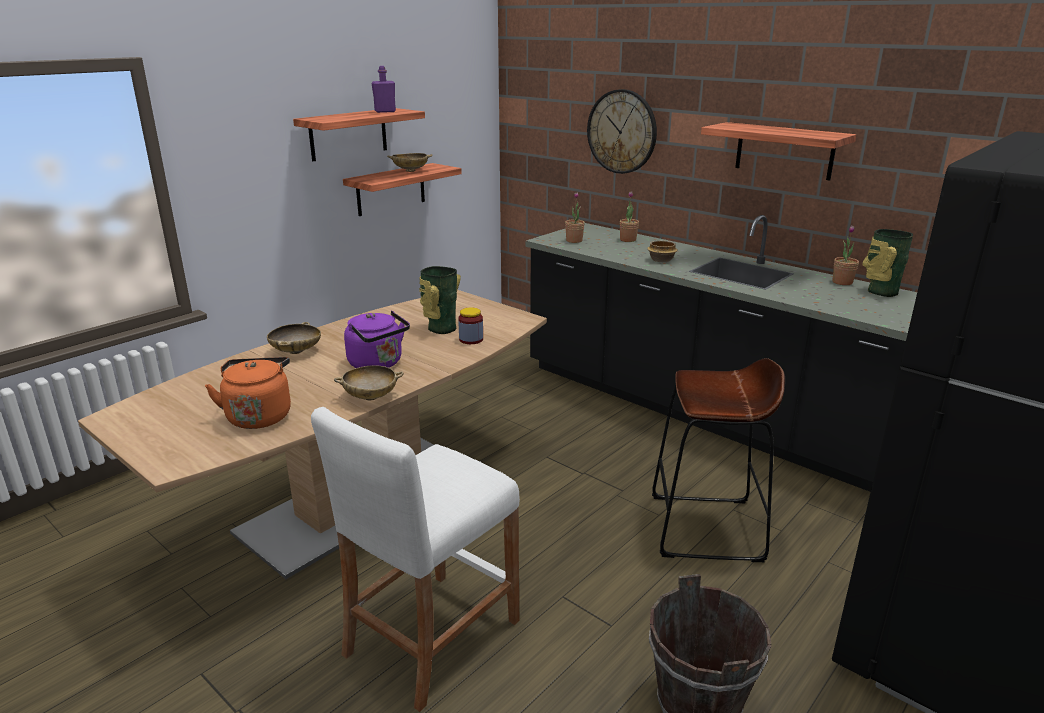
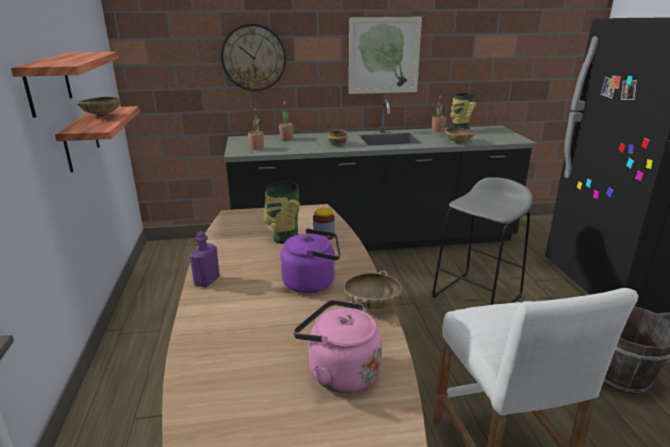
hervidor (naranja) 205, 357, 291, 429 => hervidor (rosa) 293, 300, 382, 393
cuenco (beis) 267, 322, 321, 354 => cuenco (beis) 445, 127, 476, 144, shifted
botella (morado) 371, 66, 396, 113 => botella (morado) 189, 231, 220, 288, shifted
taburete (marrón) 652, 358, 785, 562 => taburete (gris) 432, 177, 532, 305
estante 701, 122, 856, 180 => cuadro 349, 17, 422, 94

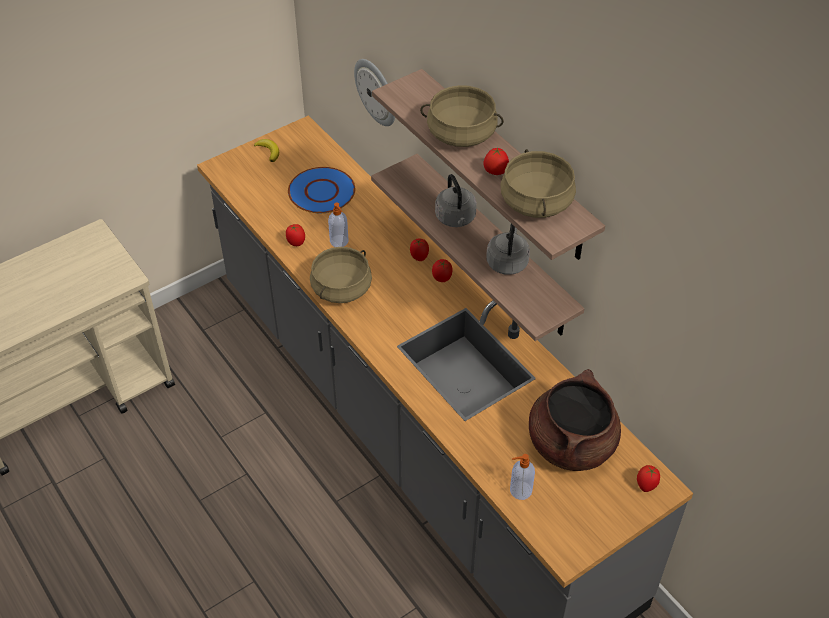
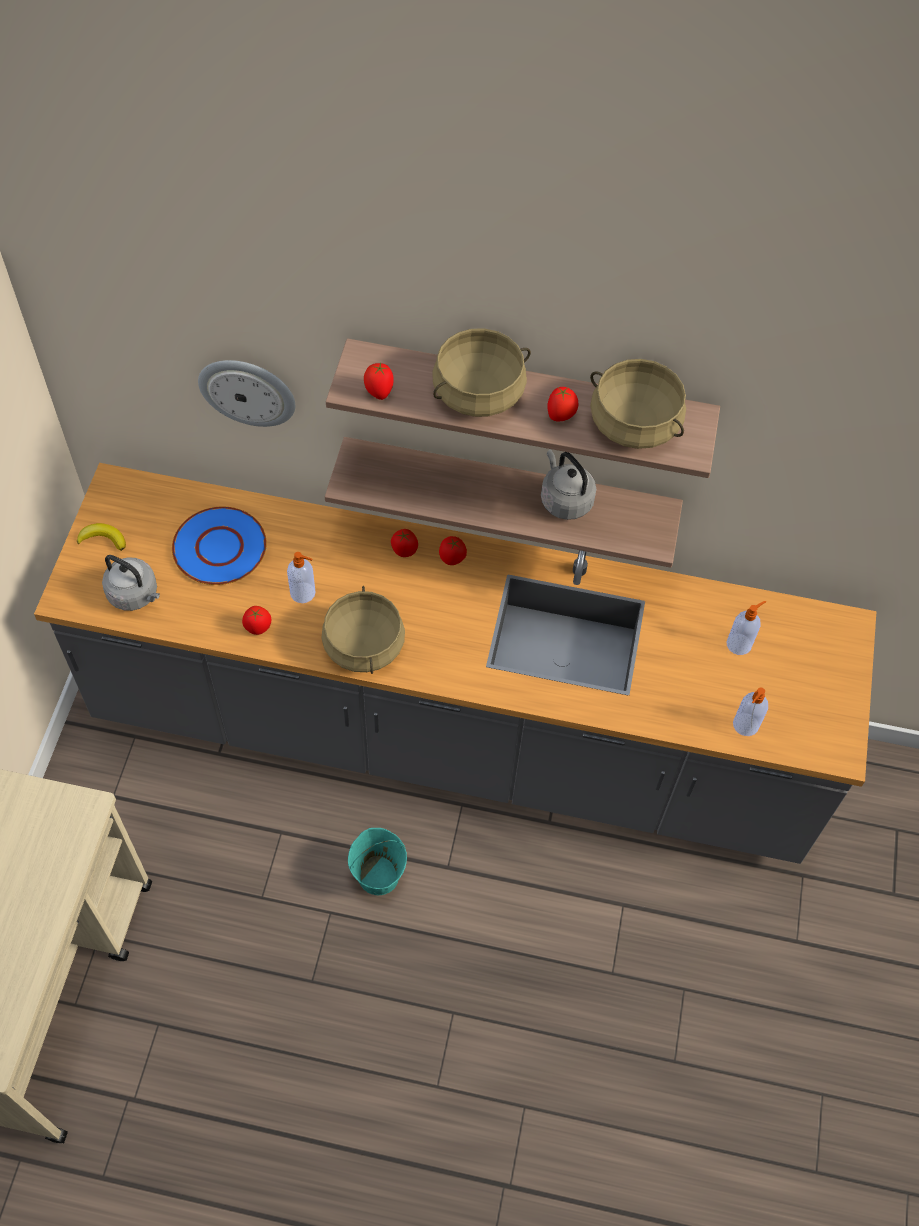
hervidor (gris) 435, 174, 477, 227 => hervidor (gris) 102, 555, 160, 611, shifted
olla (marrón) 529, 369, 621, 471 => dispensador de jabón 726, 601, 766, 655
tomate 637, 465, 660, 492 => tomate 364, 362, 394, 400, shifted
nothing => cubo (turquesa) 348, 828, 407, 895

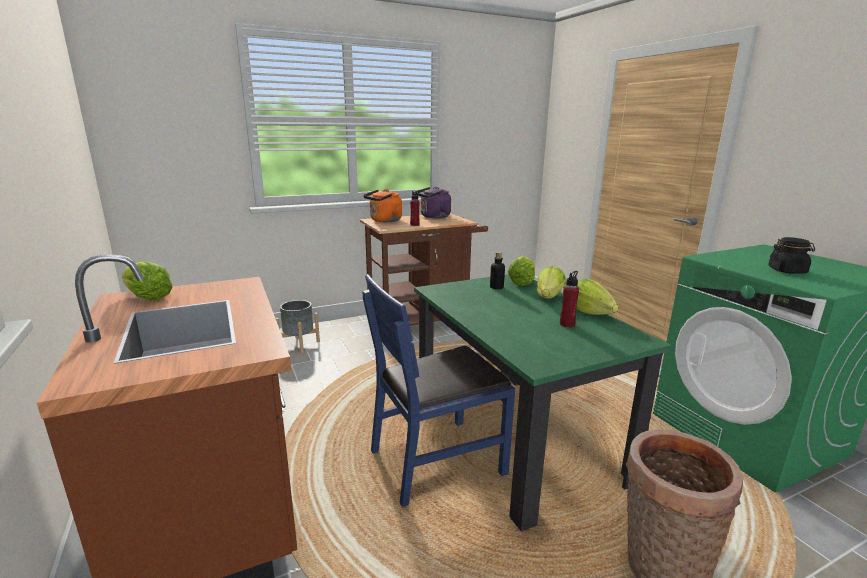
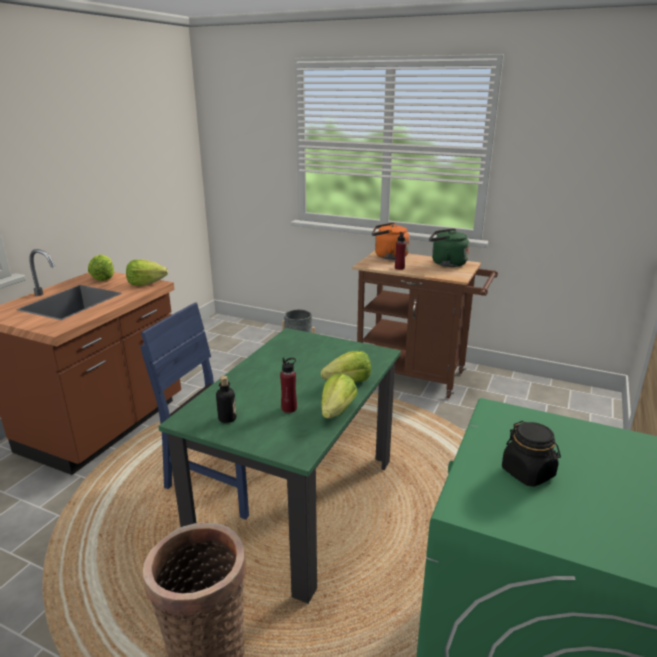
hervidor (morado) 415, 187, 451, 218 => hervidor (verde) 429, 229, 469, 267
botella 490, 252, 505, 289 => botella 216, 376, 237, 423, shifted
lechuga 508, 256, 535, 286 => lechuga 126, 259, 168, 286, shifted

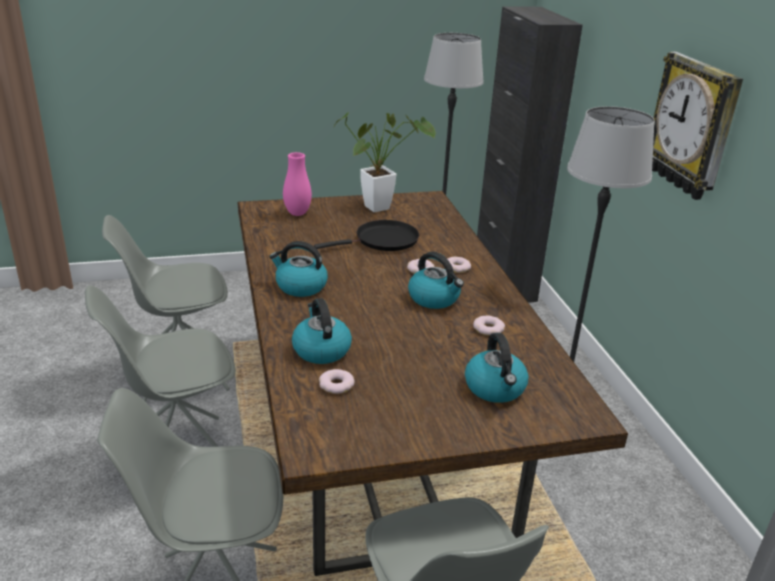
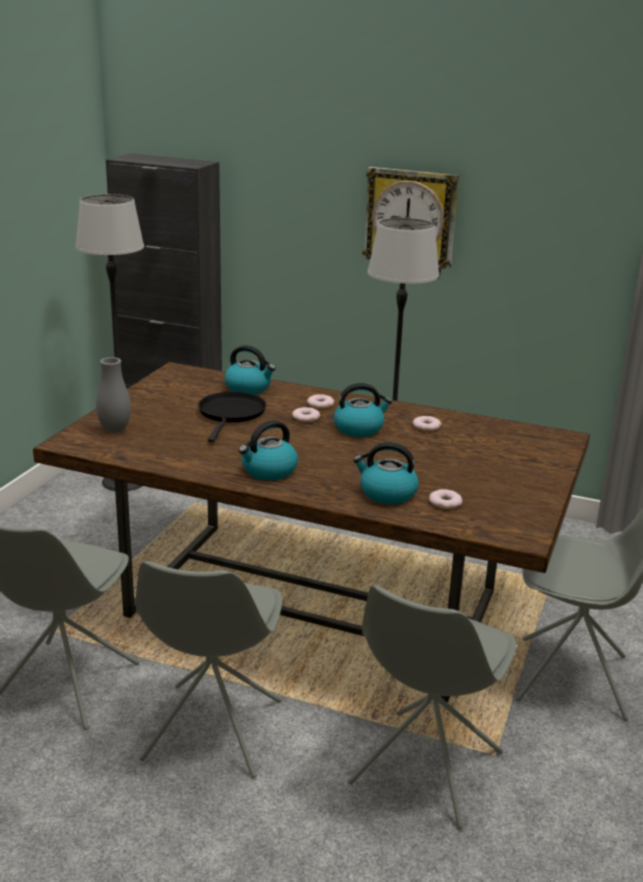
florero (rosa) 283, 152, 312, 216 => florero (gris) 96, 357, 131, 433
planta en maceta 333, 112, 435, 212 => nothing
hervidor 465, 333, 529, 403 => hervidor 224, 345, 276, 394, shifted

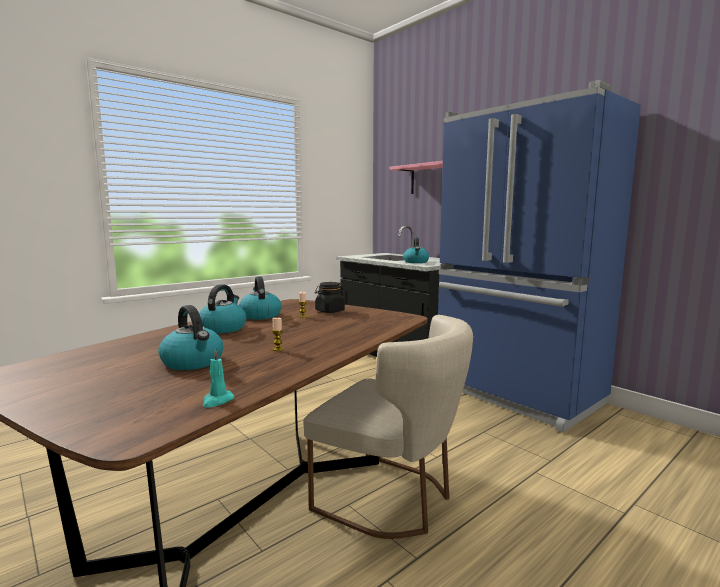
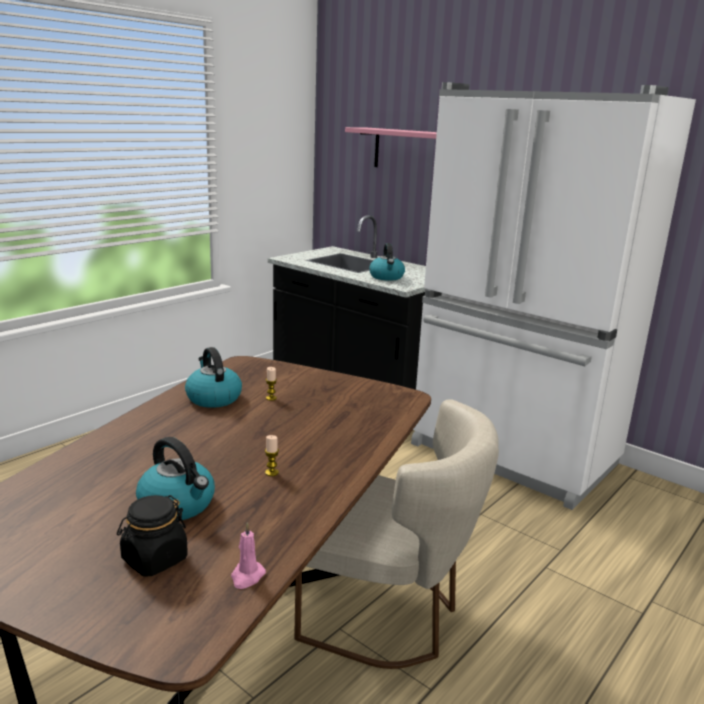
hervidor 199, 284, 247, 334 => nothing
vela (turquesa) 203, 348, 234, 408 => vela (rosa) 231, 523, 266, 589
tarro (negro) 315, 282, 345, 313 => tarro (negro) 117, 495, 188, 576, shifted
nevera (azul) 438, 80, 641, 433 => nevera (blanco) 411, 82, 696, 510

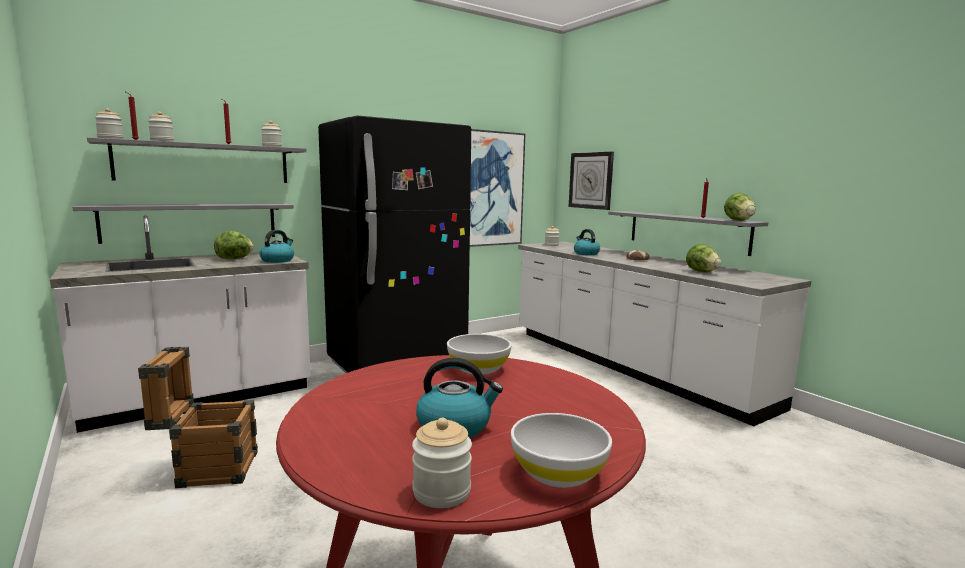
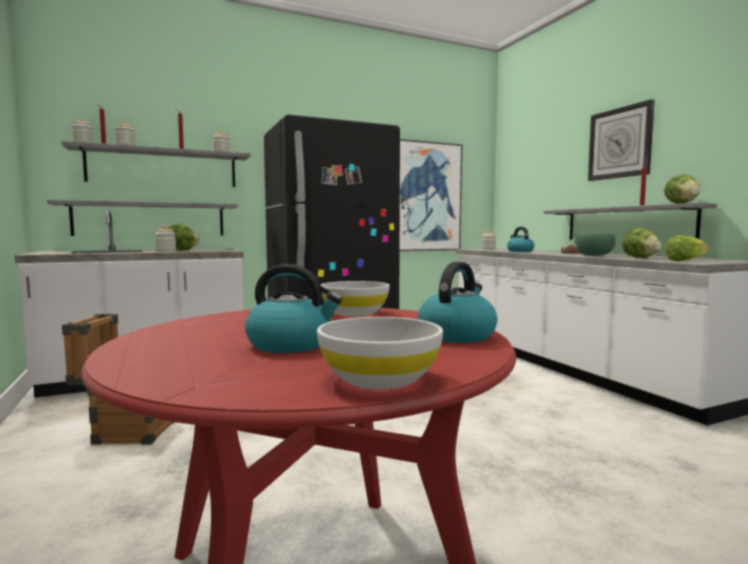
hervidor 259, 230, 294, 263 => hervidor 418, 262, 497, 343, shifted
tarro 412, 418, 472, 508 => tarro 155, 225, 176, 252, shifted
reloj de pared 569, 152, 614, 210 => reloj de pared 588, 99, 655, 181, shifted
nothing => cuenco (verde) 576, 233, 616, 256
nothing => lechuga 665, 235, 709, 261

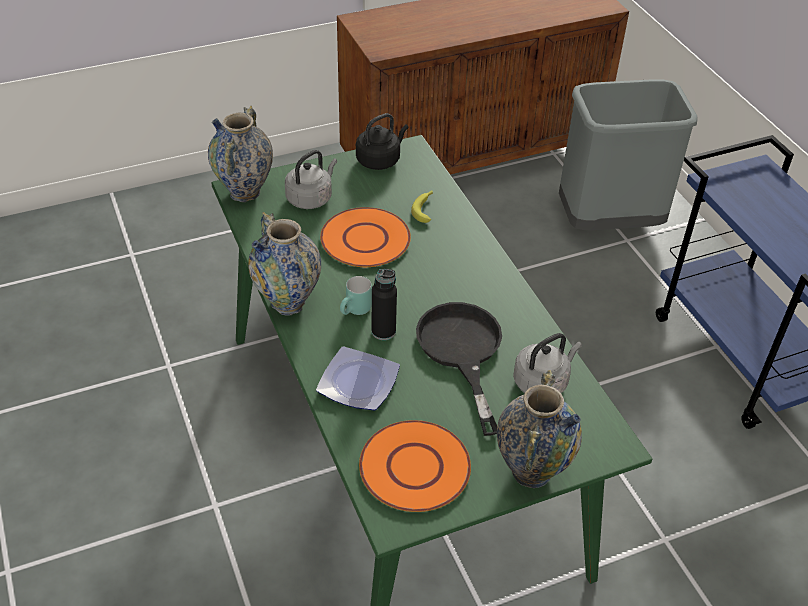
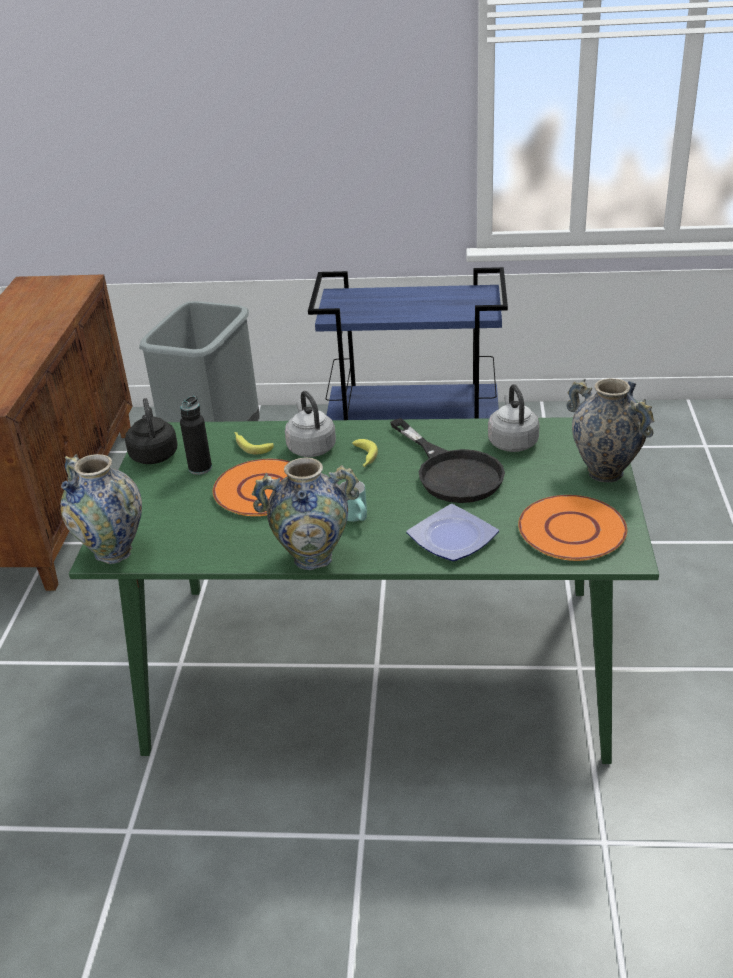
hervidor (gris) 285, 150, 337, 209 => hervidor (gris) 285, 391, 336, 457, shifted
botella (negro) 372, 269, 397, 340 => botella (negro) 180, 396, 212, 475, shifted
sartén (negro) 416, 302, 502, 436 => sartén (negro) 390, 418, 505, 503, 135 degrees counterclockwise
nothing => plátano 352, 439, 378, 467

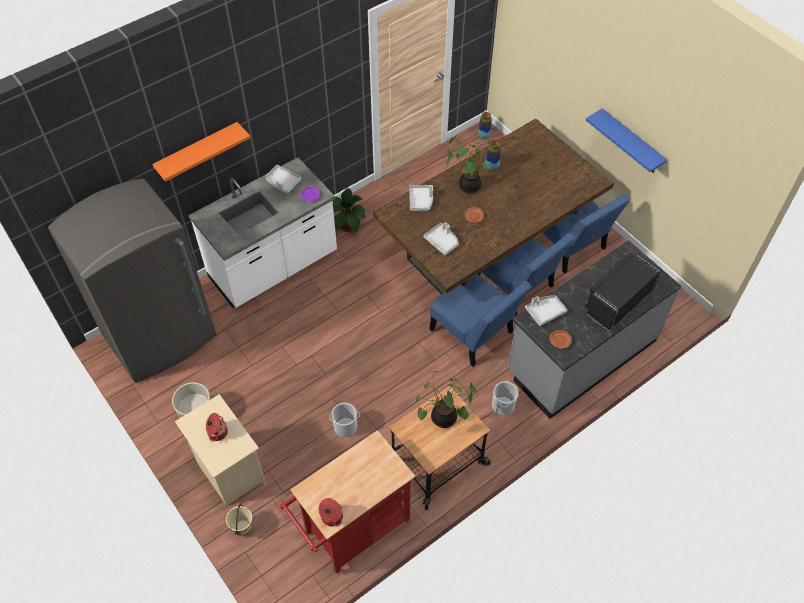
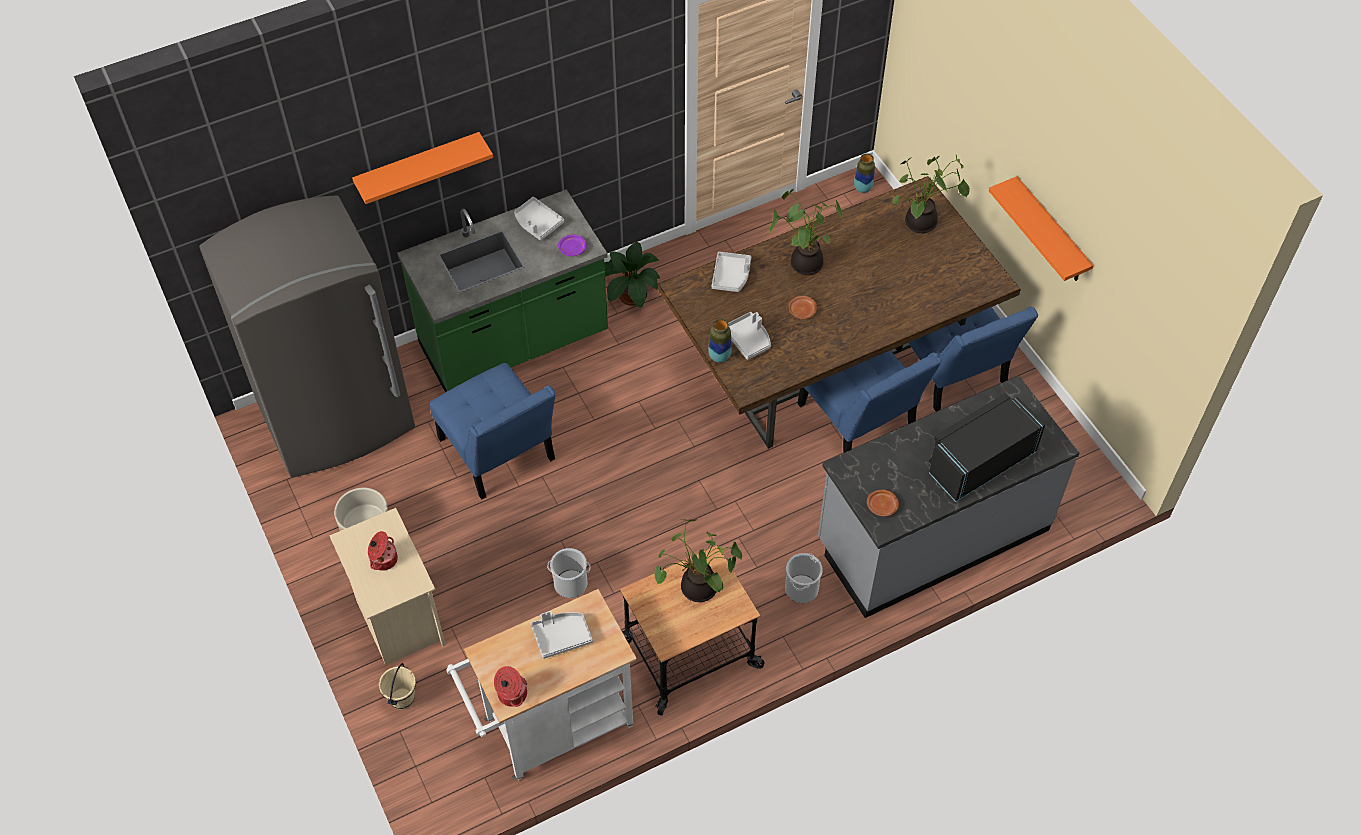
mueble bajo de cocina (blanco) 188, 158, 337, 308 => mueble bajo de cocina (verde) 397, 189, 608, 392
carrito (rojo) 280, 430, 415, 573 => carrito (blanco) 446, 589, 637, 780
silla (azul) 429, 274, 532, 367 => silla (azul) 430, 363, 556, 500, shifted
florero 485, 140, 501, 170 => florero 708, 319, 732, 363, shifted
bandeja (gris) 525, 295, 568, 326 => bandeja (gris) 531, 611, 593, 659, shifted
estante (azul) 586, 108, 667, 172 => estante (naranja) 989, 176, 1094, 281
nothing => planta en maceta 892, 155, 970, 233

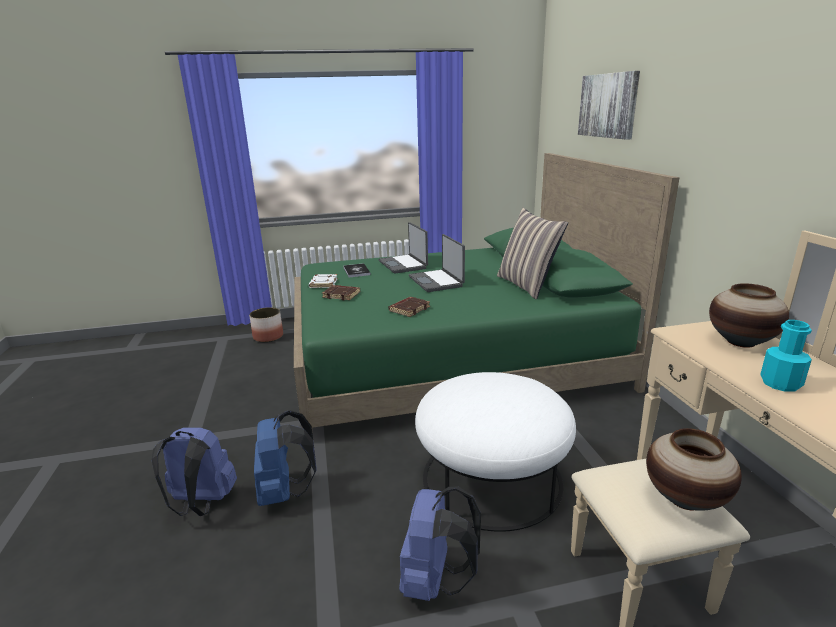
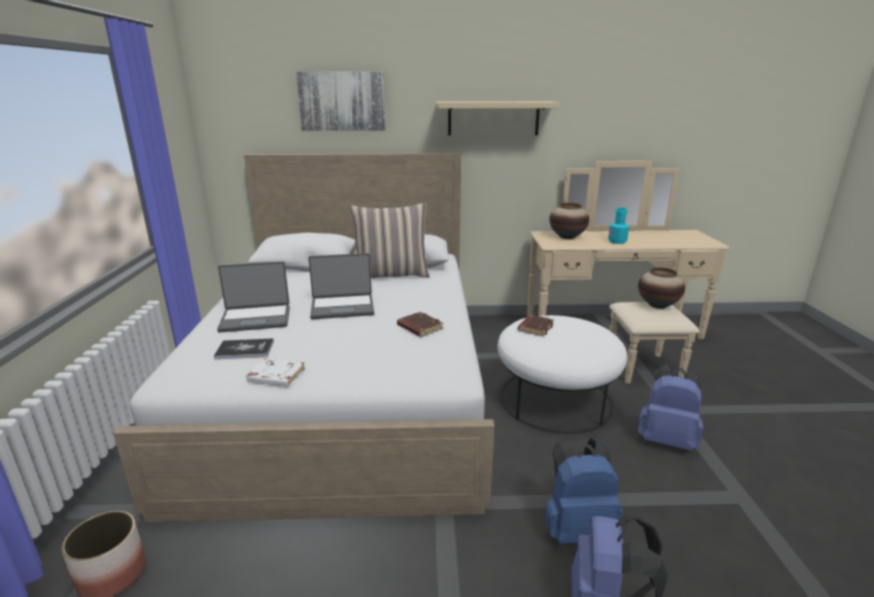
cama (verde) 294, 153, 680, 434 => cama (blanco) 113, 153, 495, 522
libro (marrón) 322, 285, 360, 300 => libro (marrón) 517, 315, 554, 337, shifted
nothing => estante (beis) 436, 101, 560, 136

